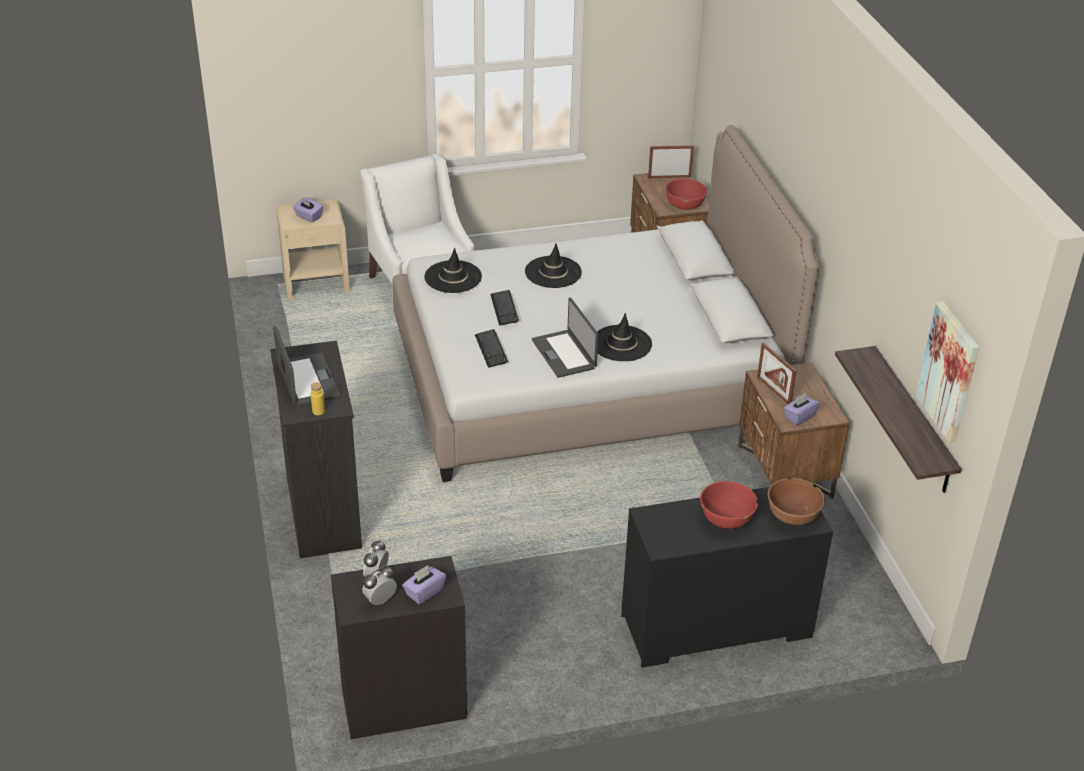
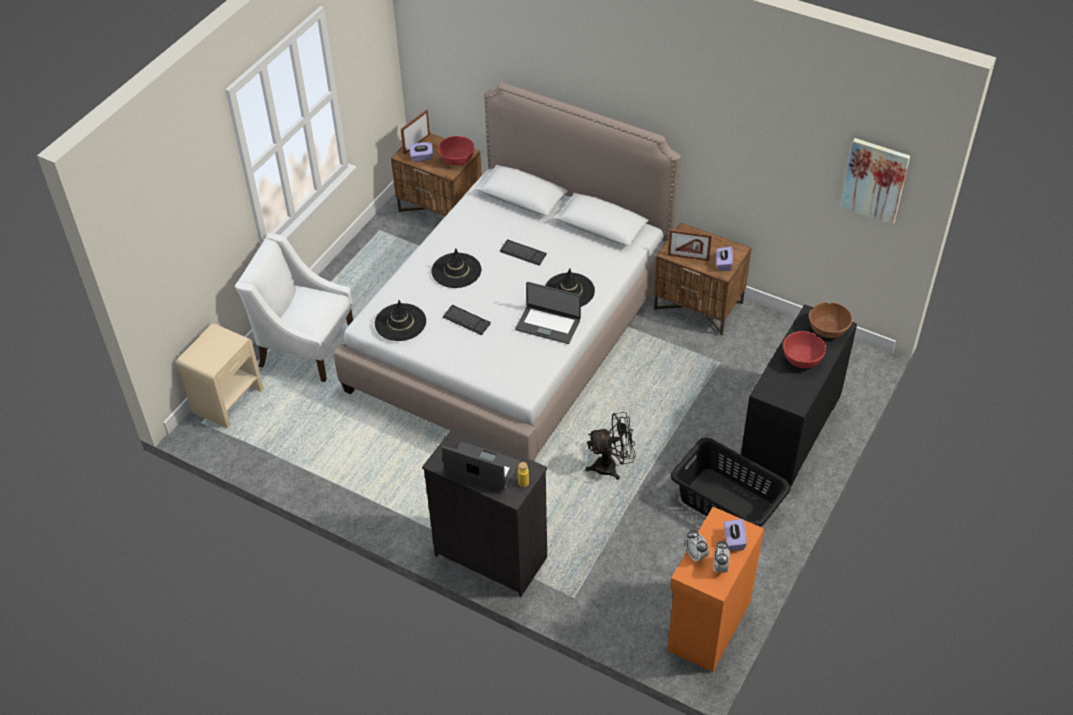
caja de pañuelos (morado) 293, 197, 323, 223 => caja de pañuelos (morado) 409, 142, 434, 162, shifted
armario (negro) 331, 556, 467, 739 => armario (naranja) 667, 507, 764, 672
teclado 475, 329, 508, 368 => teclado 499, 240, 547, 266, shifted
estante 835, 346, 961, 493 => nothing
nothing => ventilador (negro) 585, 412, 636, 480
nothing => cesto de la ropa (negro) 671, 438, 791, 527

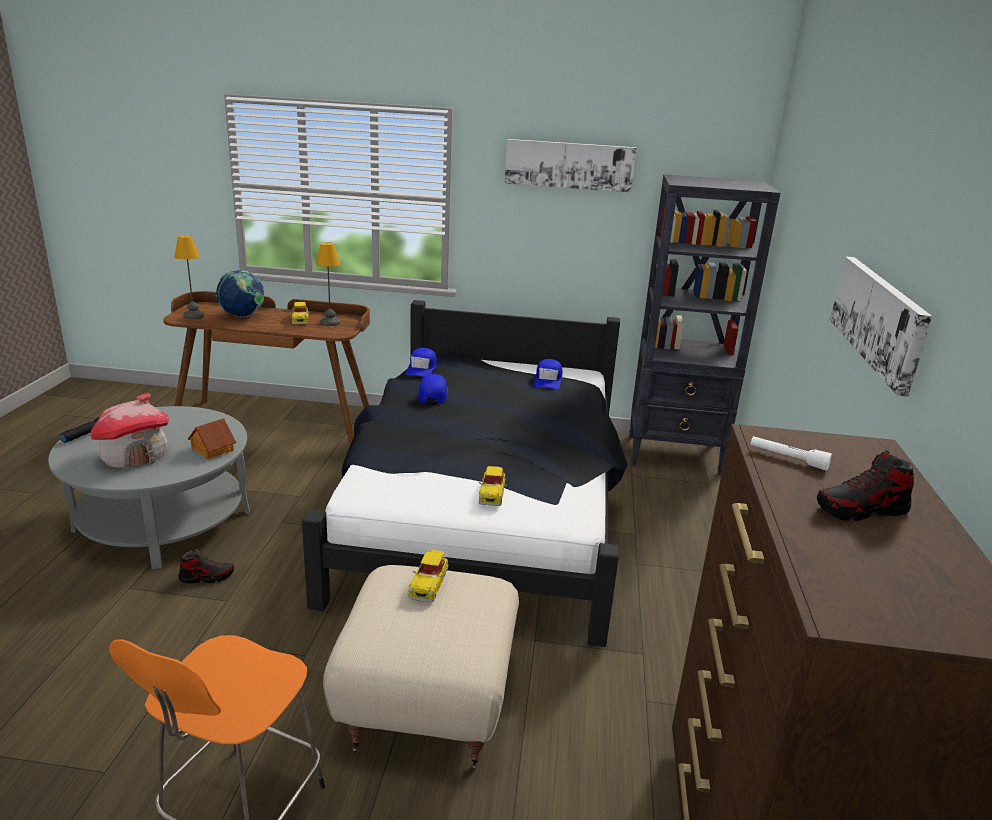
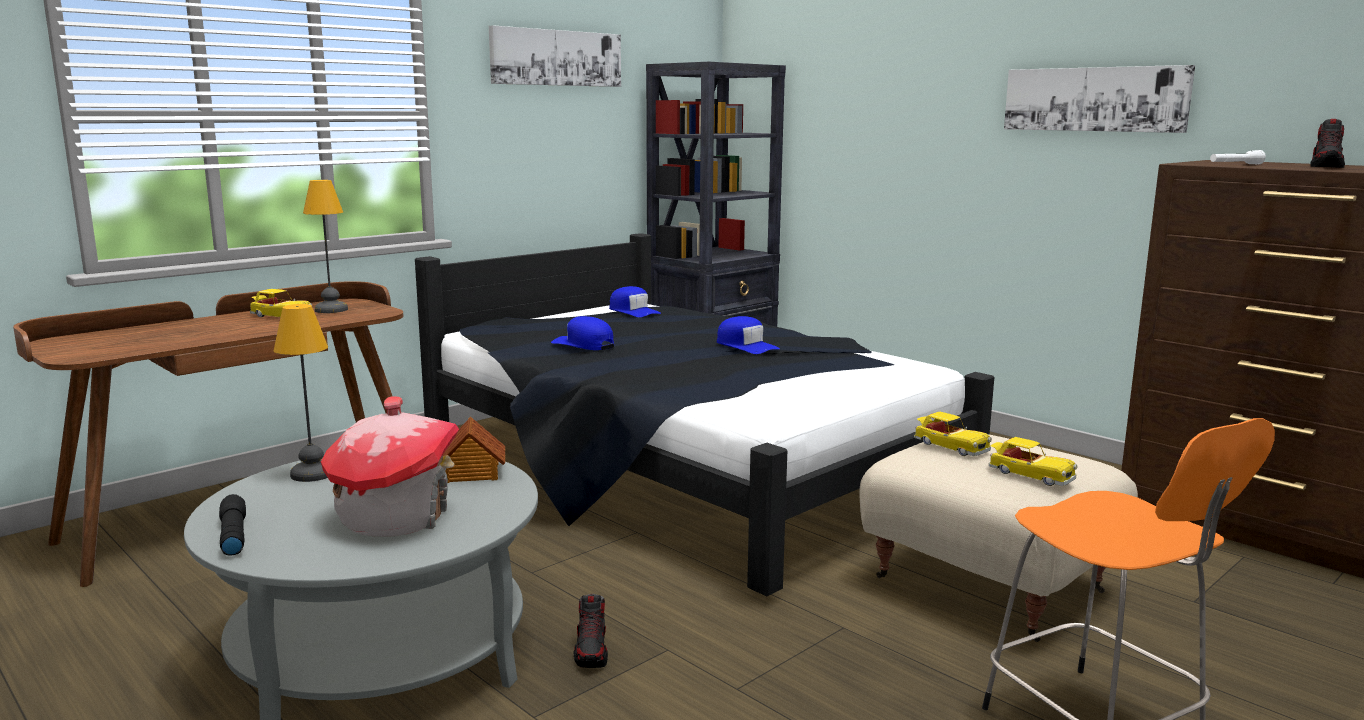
lámpara de mesa 174, 235, 205, 319 => lámpara de mesa 274, 304, 328, 482, shifted
zapato 178, 548, 234, 584 => zapato 574, 594, 608, 668, 150 degrees clockwise
globo terráqueo 216, 270, 264, 318 => nothing
gorra (azul) 405, 348, 437, 377 => gorra (azul) 717, 316, 780, 354, shifted
coche de juguete 479, 466, 507, 506 => coche de juguete 989, 437, 1078, 486, shifted

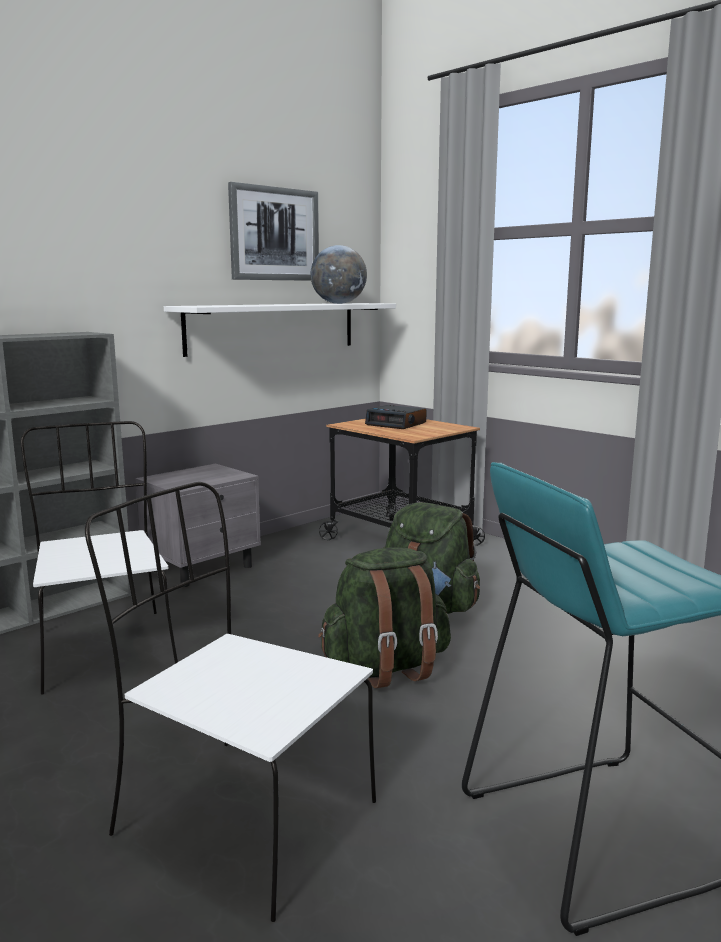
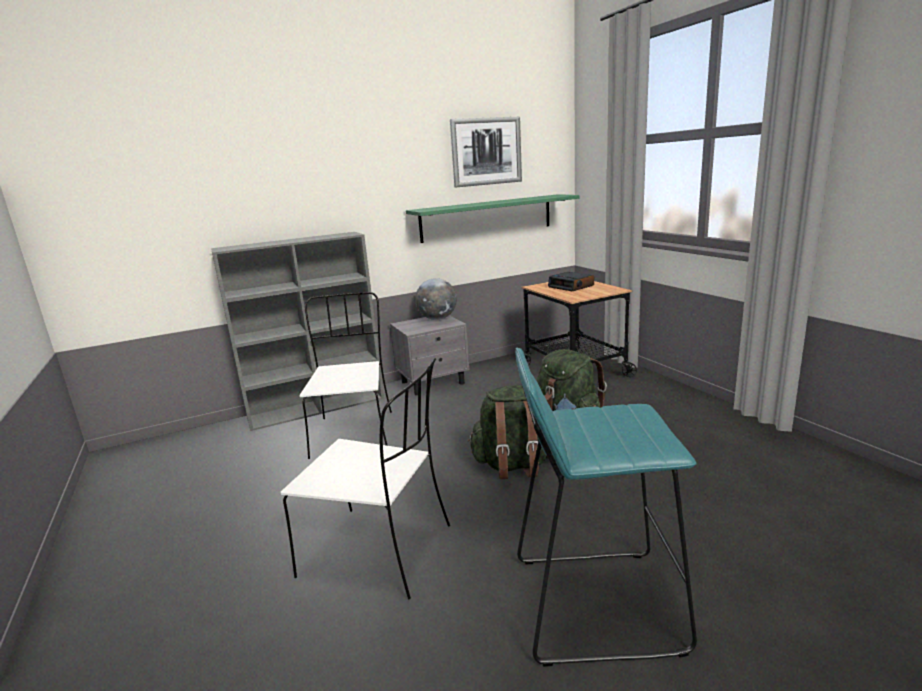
silla (blanco) 85, 482, 376, 922 => silla (blanco) 280, 358, 450, 599, 150 degrees clockwise
estante (blanco) 164, 303, 396, 357 => estante (verde) 406, 194, 580, 243
globo terráqueo 310, 245, 367, 304 => globo terráqueo 415, 278, 457, 320, shifted

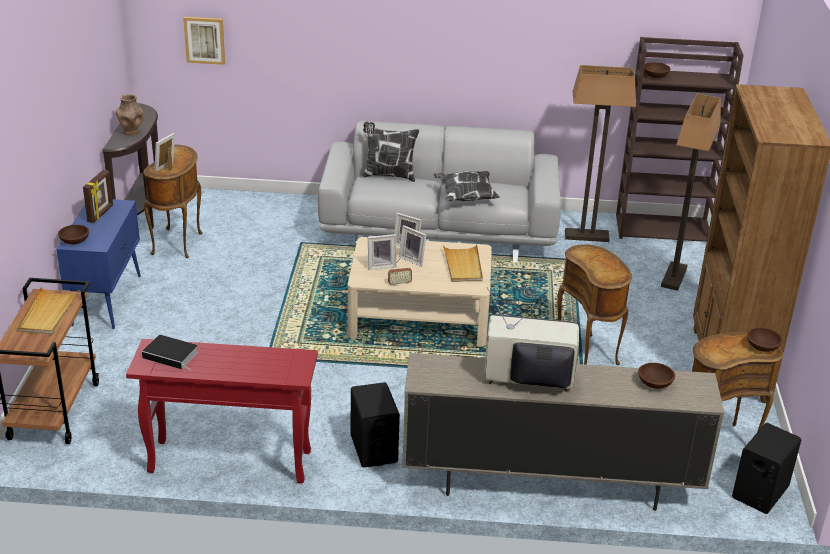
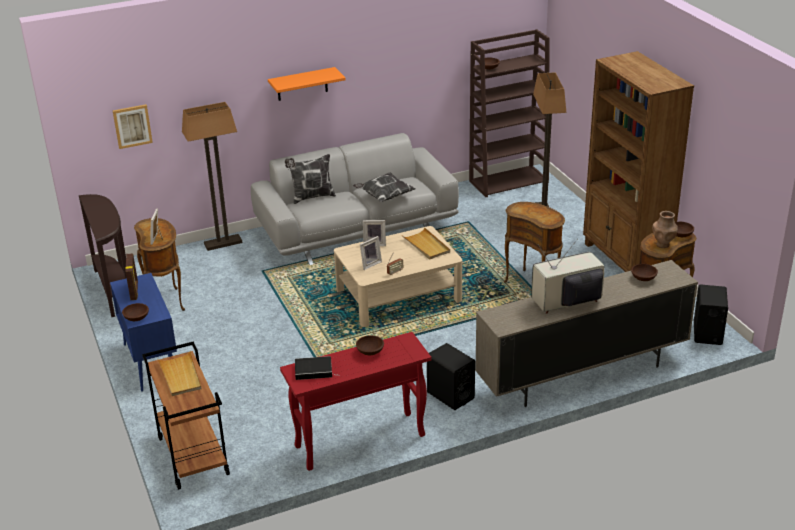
florero (marrón) 116, 94, 143, 135 => florero (marrón) 652, 211, 678, 248, shifted
portarretratos 399, 225, 427, 267 => nothing
lámpara de pie 565, 65, 636, 242 => lámpara de pie 182, 102, 242, 251, shifted
nothing => estante (naranja) 268, 67, 346, 101
nothing => cuenco (marrón) 356, 335, 384, 355

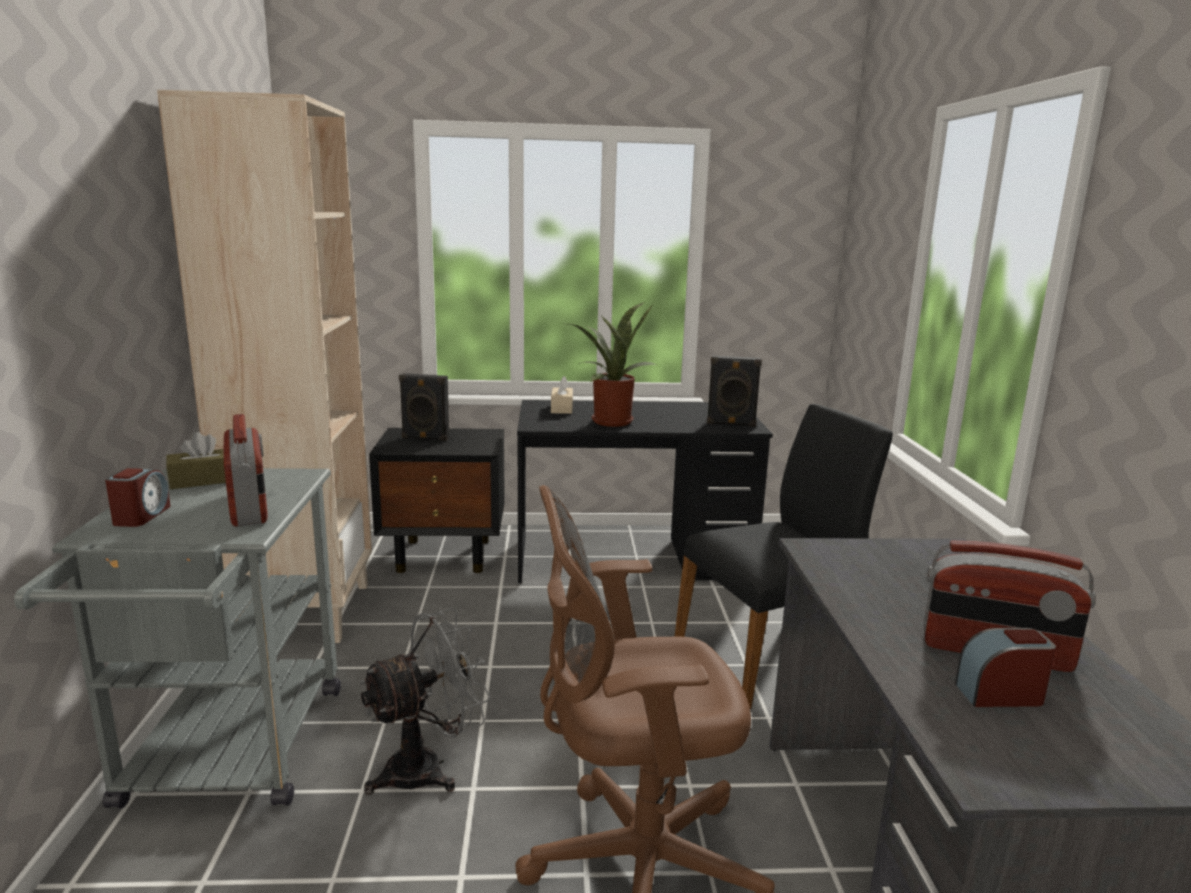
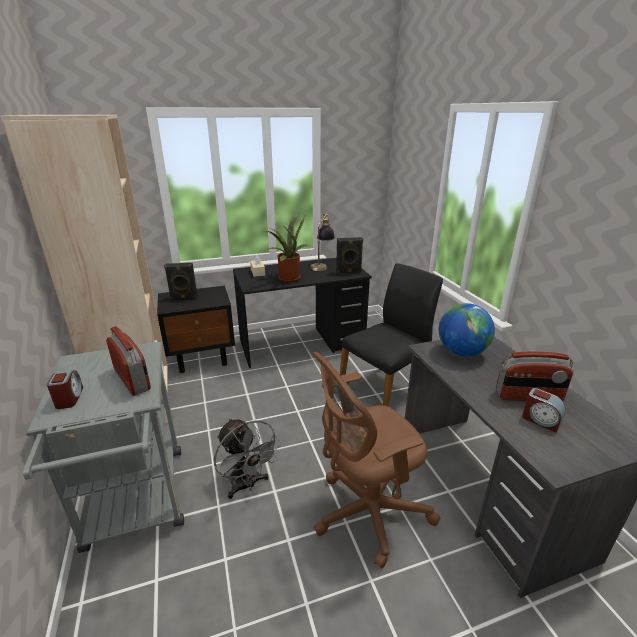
caja de pañuelos (marrón) 166, 432, 226, 489 => nothing
ventilador (gris) 360, 608, 491, 795 => ventilador (gris) 214, 418, 282, 499, 105 degrees clockwise
despertador 955, 628, 1056, 707 => despertador 522, 388, 566, 433, 120 degrees counterclockwise
nothing => lámpara de mesa 310, 214, 335, 271
nothing => globo terráqueo 438, 303, 495, 356

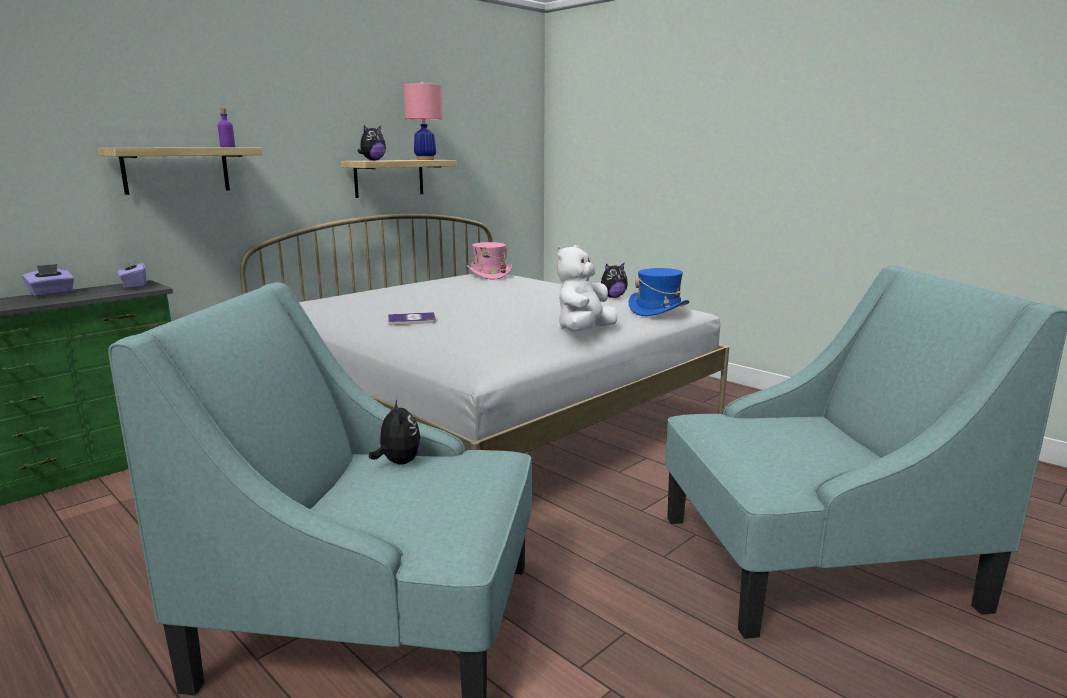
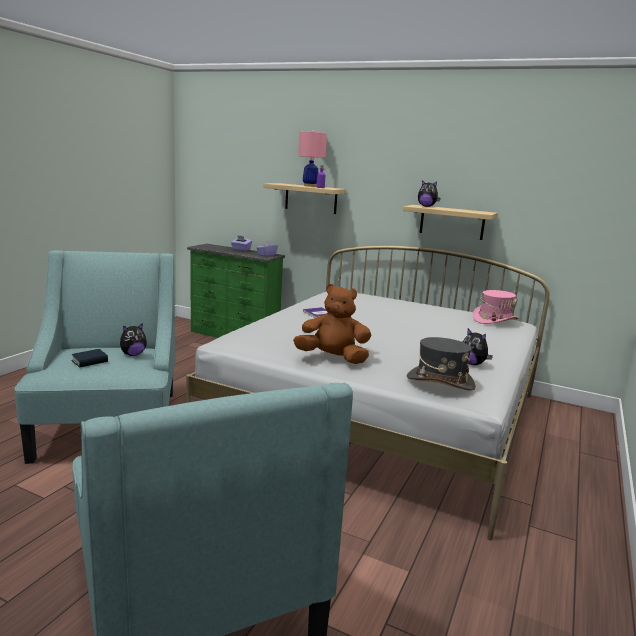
lámpara de mesa (rosa) 403, 82, 443, 160 => lámpara de mesa (rosa) 298, 130, 327, 187, shifted
peluche (blanco) 556, 245, 617, 332 => peluche (marrón) 293, 284, 371, 364
sombrero (azul) 629, 268, 689, 316 => sombrero (gris) 407, 337, 476, 391
nothing => libro 71, 349, 108, 368

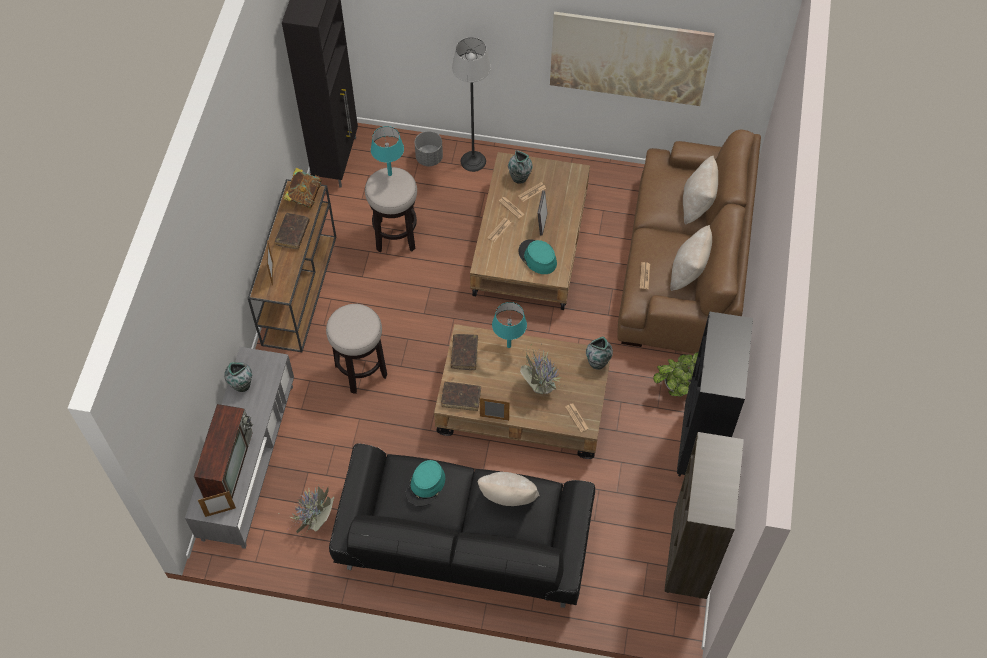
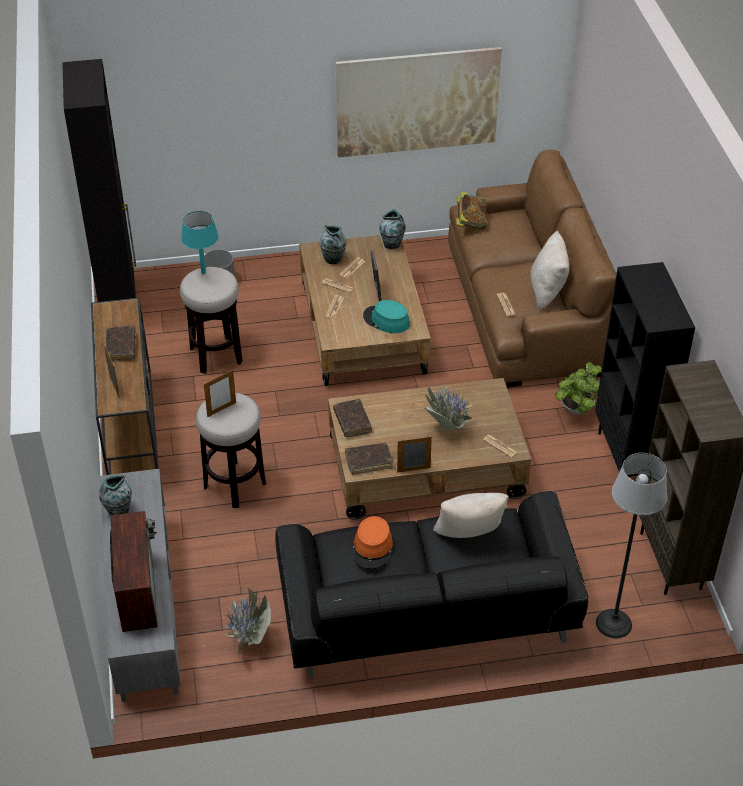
portarretratos 198, 491, 236, 517 => portarretratos 204, 370, 236, 417, shifted
libro 283, 168, 322, 208 => libro 456, 191, 487, 230, shifted
sombrero (turquesa) 406, 460, 445, 507 => sombrero (naranja) 353, 516, 393, 569
lámpara de pie 452, 37, 491, 172 => lámpara de pie 596, 453, 667, 638, shifted
lámpara de mesa (turquesa) 492, 302, 527, 348 => nothing
florero 586, 337, 613, 370 => florero 379, 209, 406, 249, shifted
cojín (beis) 683, 155, 718, 225 => nothing

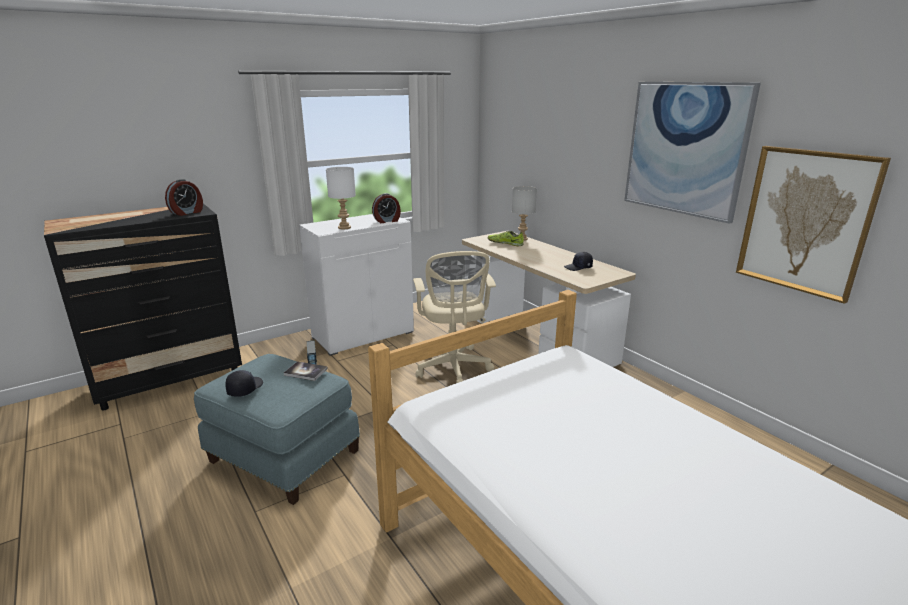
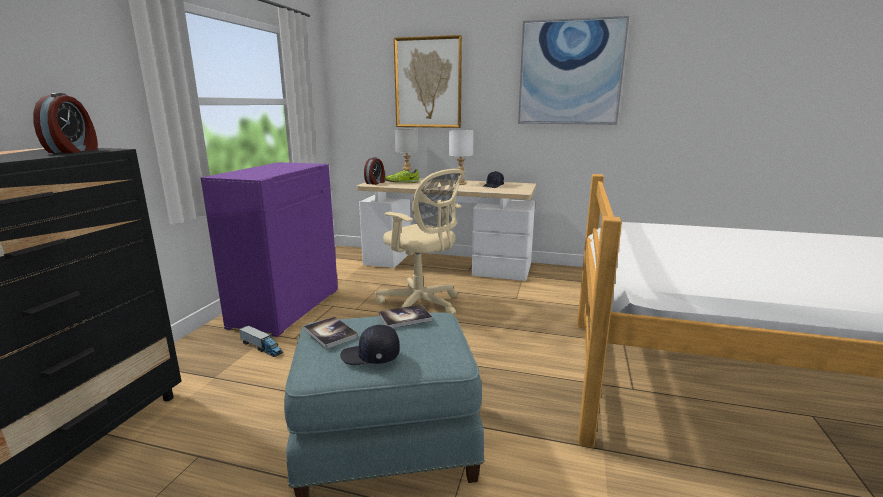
gorra (negro) 225, 370, 263, 397 => gorra (negro) 340, 325, 399, 365, 60 degrees counterclockwise
armario (blanco) 299, 214, 414, 356 => armario (morado) 201, 162, 338, 337
lámpara de mesa (blanco) 326, 167, 356, 230 => lámpara de mesa (blanco) 449, 130, 473, 185, shifted
despertador 372, 193, 401, 223 => despertador 364, 157, 385, 185, shifted
cuadro 736, 146, 891, 304 => cuadro 394, 35, 462, 128, shifted
nothing => libro 304, 317, 358, 349

